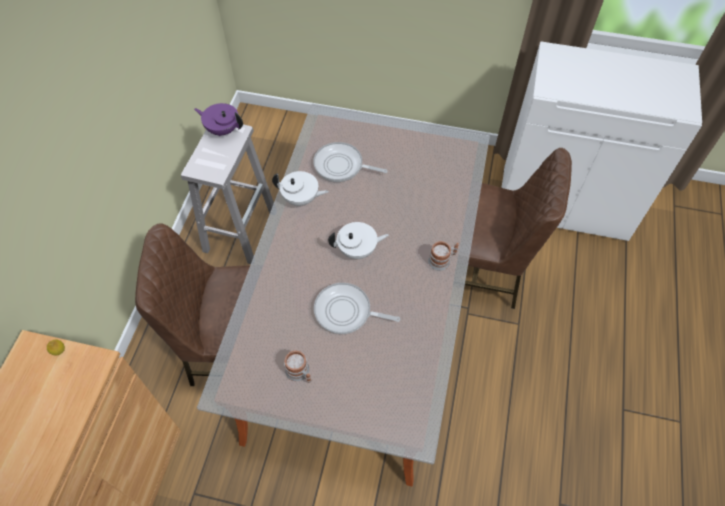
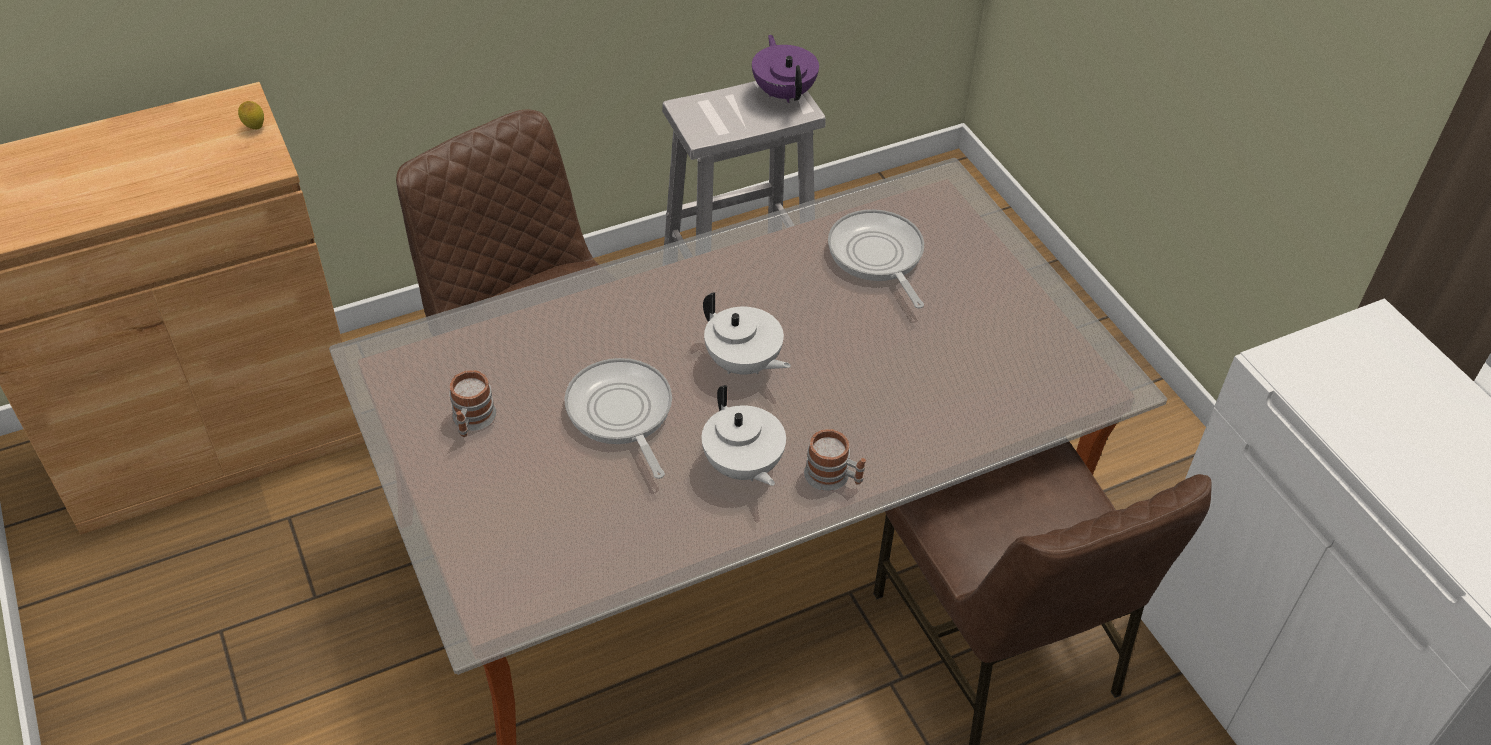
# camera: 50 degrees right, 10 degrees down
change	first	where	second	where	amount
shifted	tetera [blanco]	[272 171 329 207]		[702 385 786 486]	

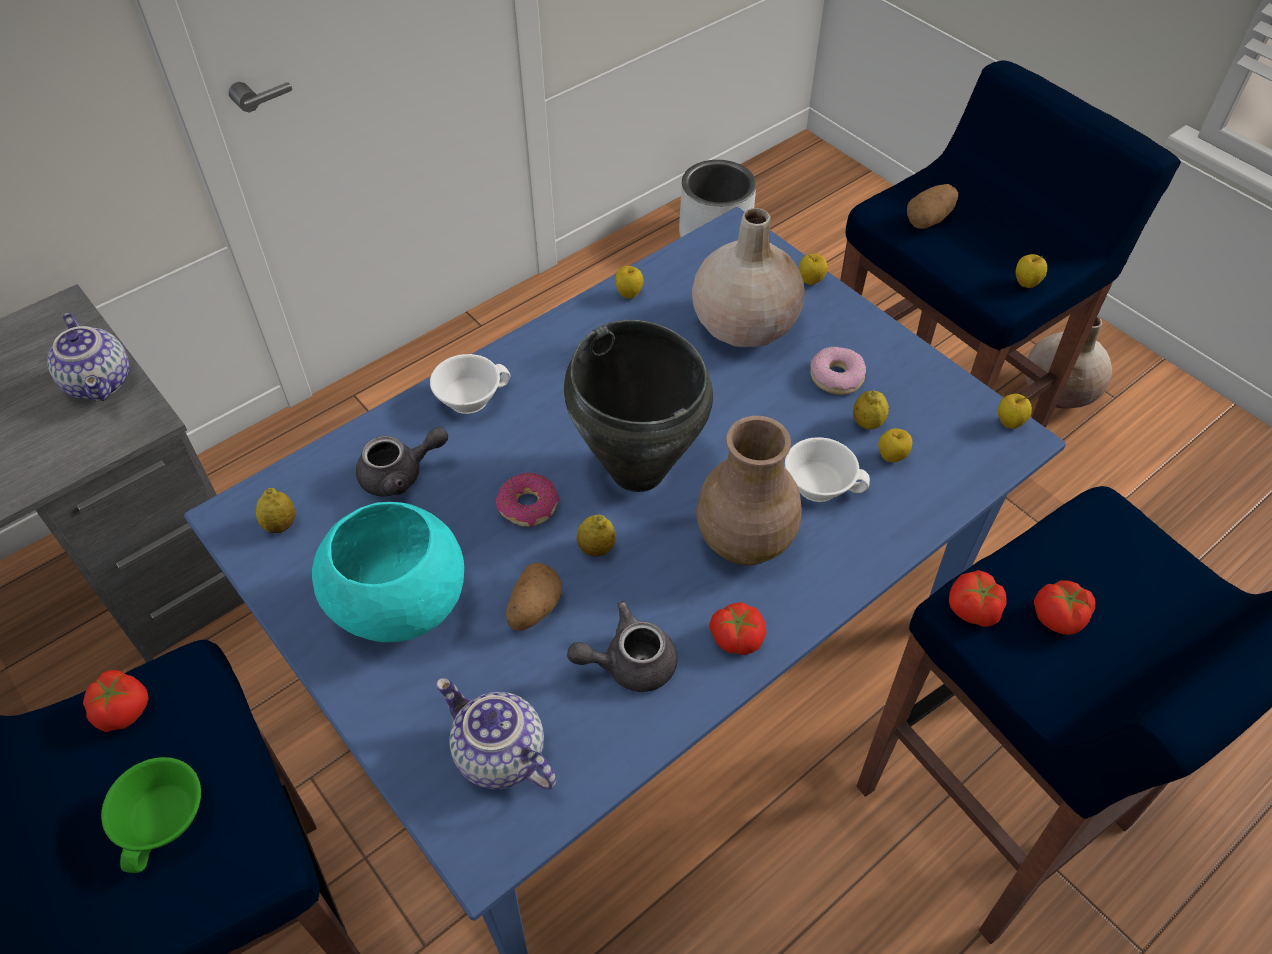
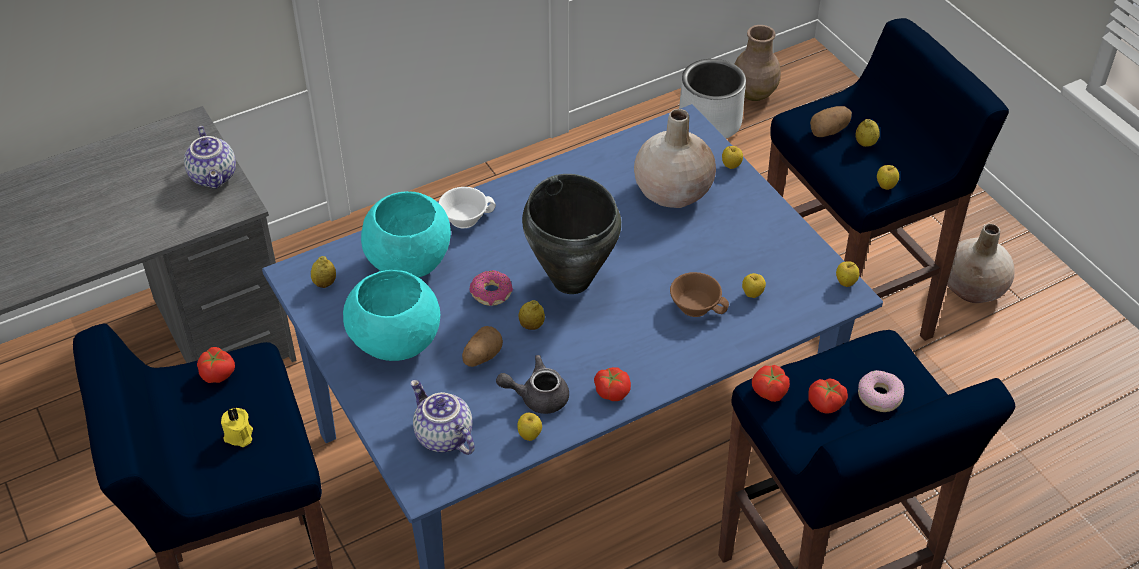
# camera: 10 degrees right, 5 degrees down
change	first	where	second	where	amount
swapped	taza [verde]	[101 757 201 873]	vela [amarillo]	[221 408 253 447]	
swapped	tetera [gris]	[356 427 448 496]	cuenco [turquesa]	[361 191 451 277]	
shifted	manzana	[615 266 644 299]		[517 413 542 441]	
repainted	taza [blanco]	[785 437 870 502]	taza [marrón]	[670 272 729 317]	
shifted	florero [marrón]	[696 416 802 565]		[735 25 781 101]	
shifted	limón	[853 391 889 429]		[856 119 880 147]	
shifted	rosquilla	[810 347 866 395]		[858 370 904 412]	

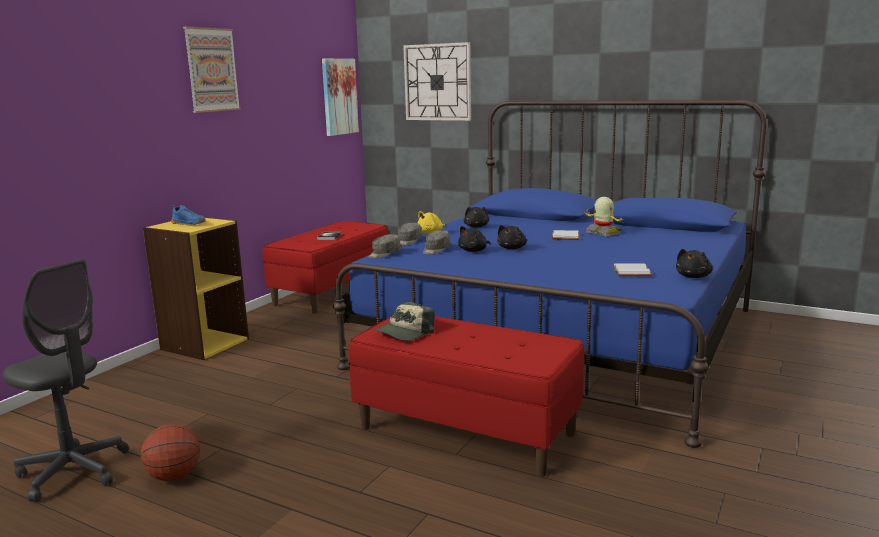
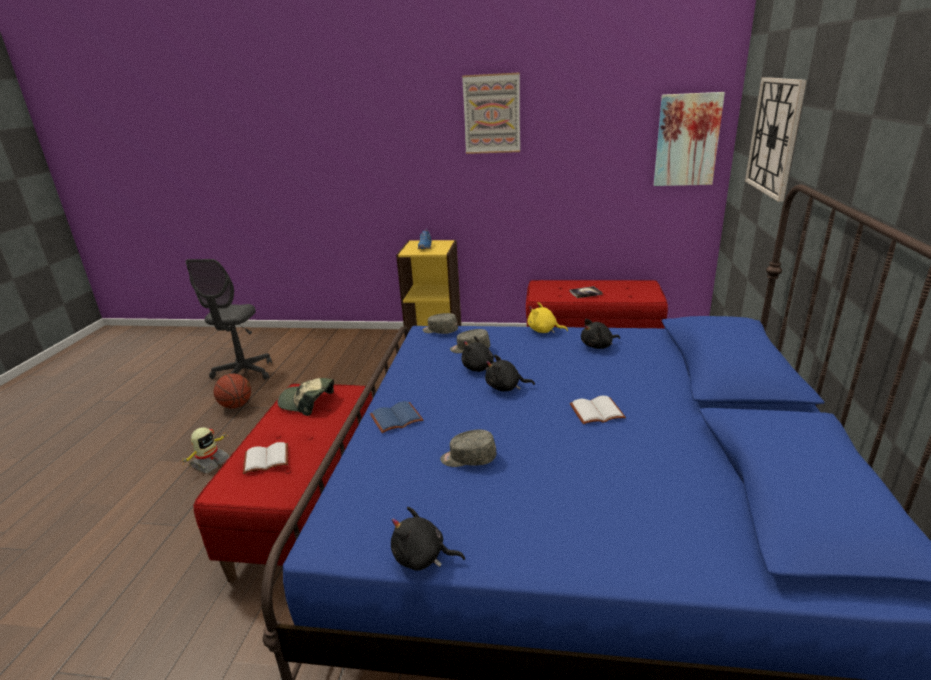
# camera: 70 degrees right, 10 degrees up
change	first	where	second	where	amount
shifted	robot de juguete	[585 197 622 236]		[182 427 230 473]	
shifted	libro [blanco]	[612 264 652 276]		[243 442 288 474]	
new			libro [azul]	[370 401 423 433]	
shifted	gorra [gris]	[398 223 422 246]		[440 430 497 467]	

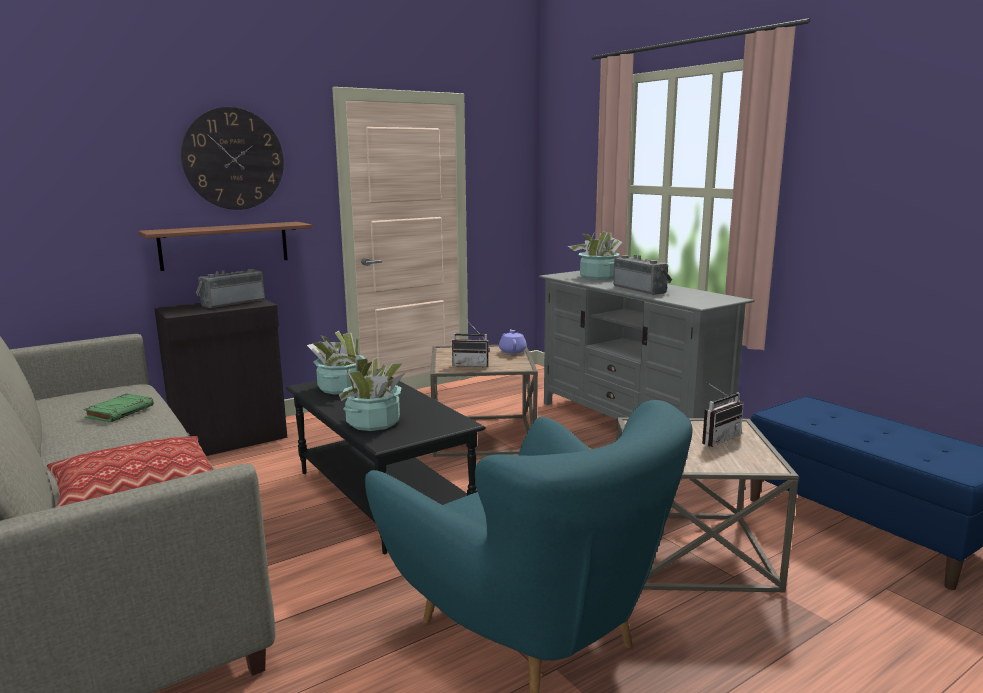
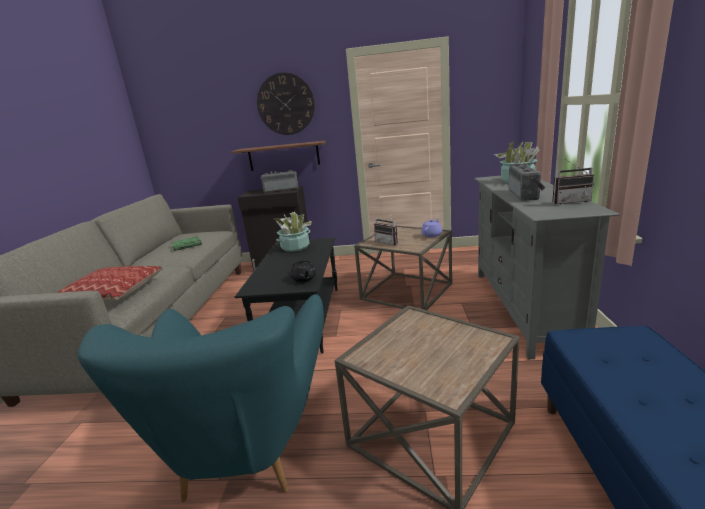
# camera: 40 degrees right, 5 degrees up
change	first	where	second	where	amount
new			tetera [negro]	[291 260 316 282]	
shifted	radio	[702 382 744 447]		[552 160 594 204]	
gone	planta en maceta	[339 357 406 431]			

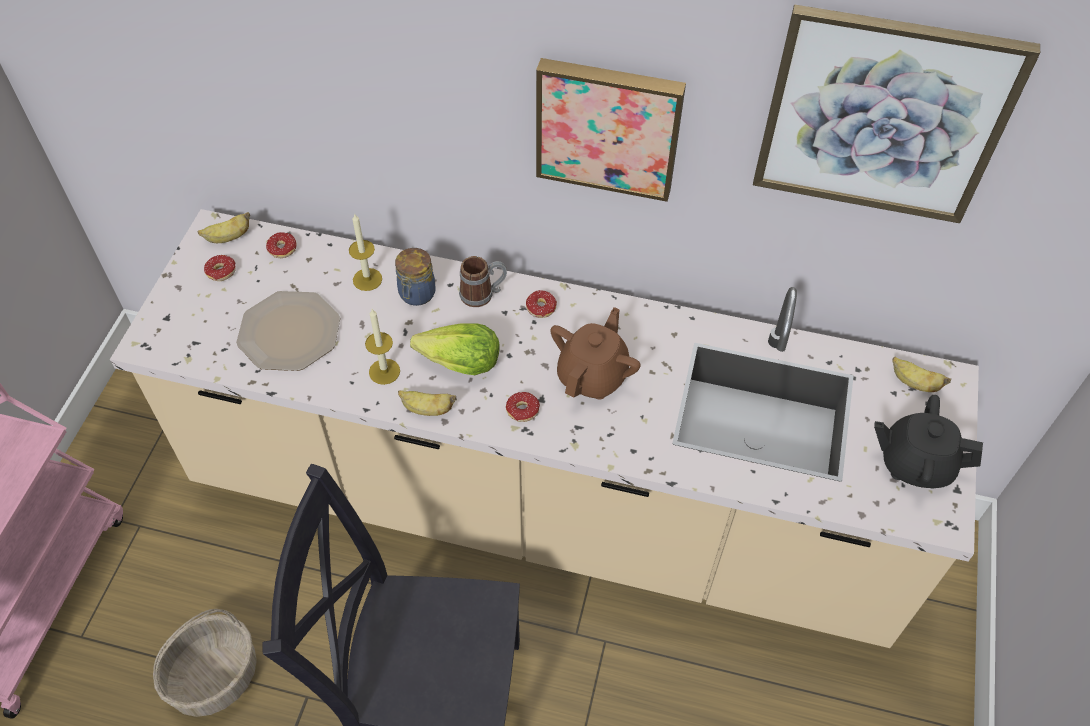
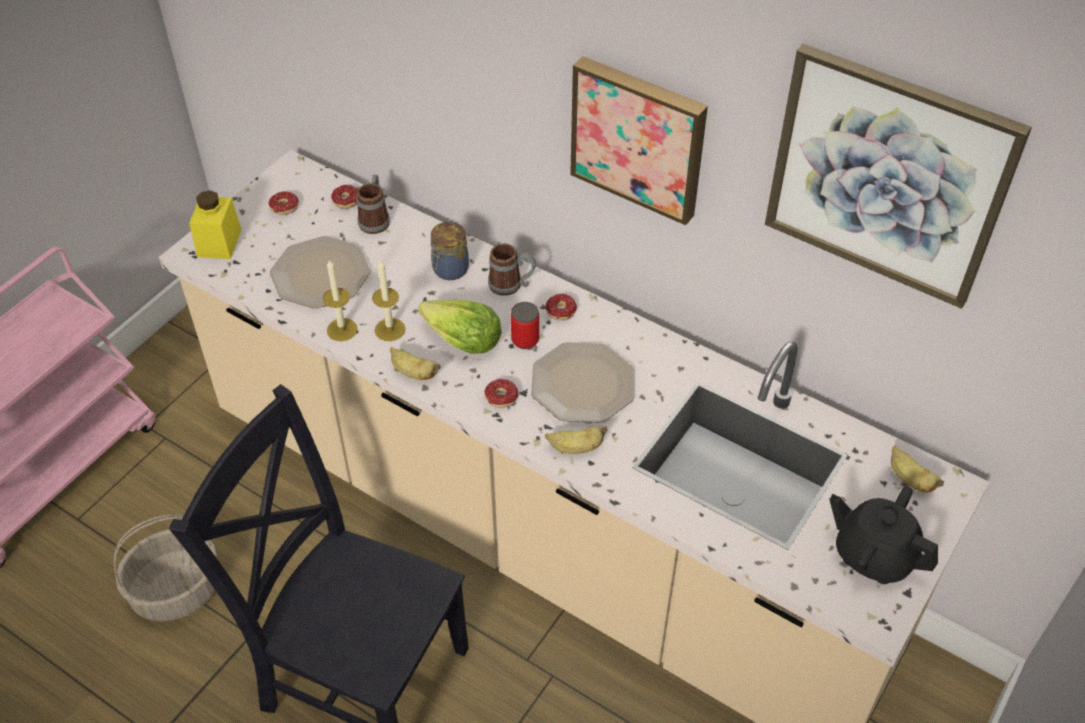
# camera: 20 degrees right, 5 degrees down
change	first	where	second	where	amount
new			tarro [amarillo]	[189 190 242 259]	
shifted	vela	[349 213 382 291]		[323 259 358 341]	
new			taza grande	[357 175 390 234]	
new			lata	[511 302 539 349]	
swapped	tetera [marrón]	[550 307 641 400]	plato	[531 342 634 423]	
shifted	plátano	[197 212 250 243]		[545 426 608 454]	

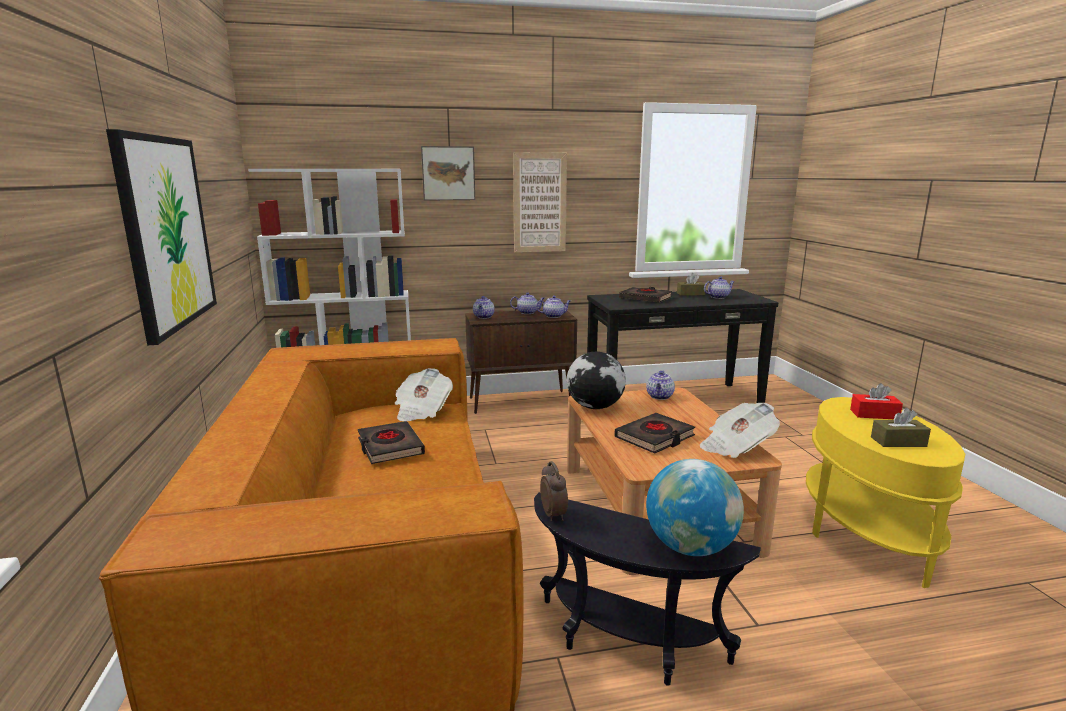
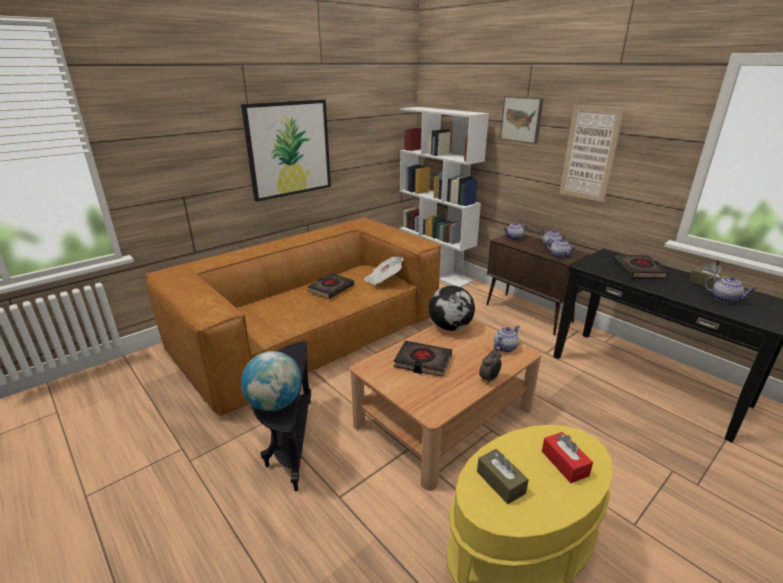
# camera: 60 degrees right, 10 degrees up
change	first	where	second	where	amount
shifted	despertador	[540 461 568 521]		[479 349 501 385]	
rotated	tetera	[646 370 675 400]		[494 326 519 352]	150 degrees clockwise
gone	periódico	[700 403 780 458]			

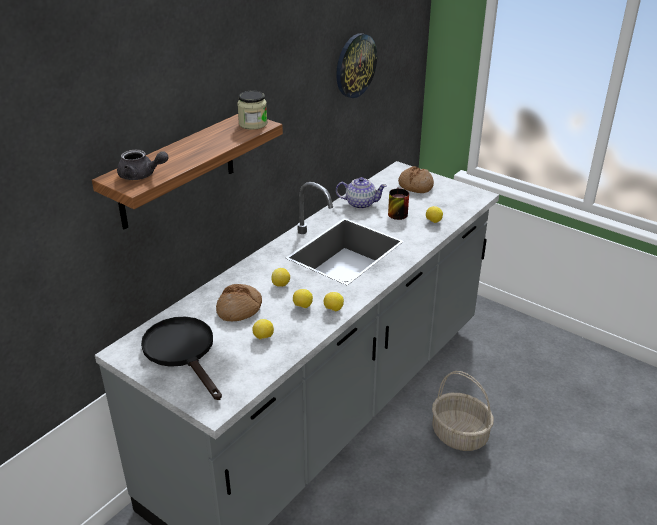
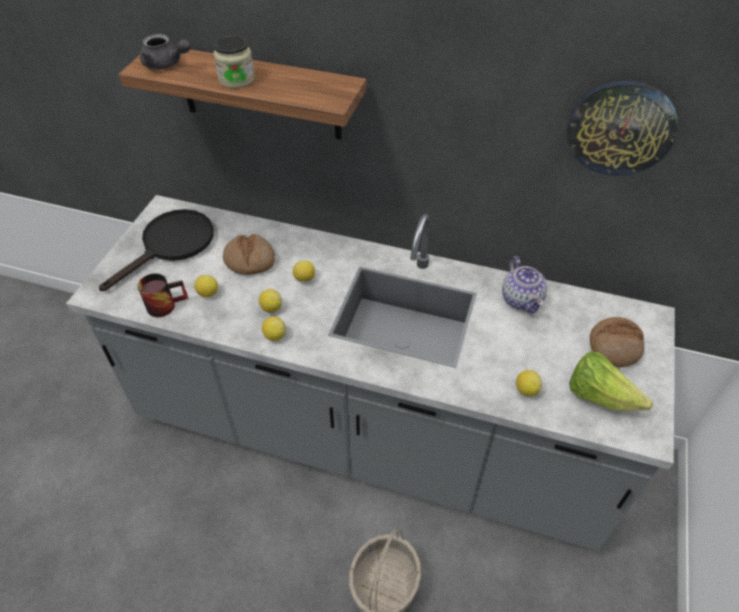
# camera: 70 degrees right, 15 degrees up
change	first	where	second	where	amount
shifted	taza grande	[388 187 409 220]		[138 273 188 317]	
rotated	tetera [gris]	[117 150 168 180]		[140 34 191 69]	60 degrees counterclockwise
shifted	tarro	[237 91 267 130]		[213 35 255 88]	
new			lechuga	[569 351 653 411]	

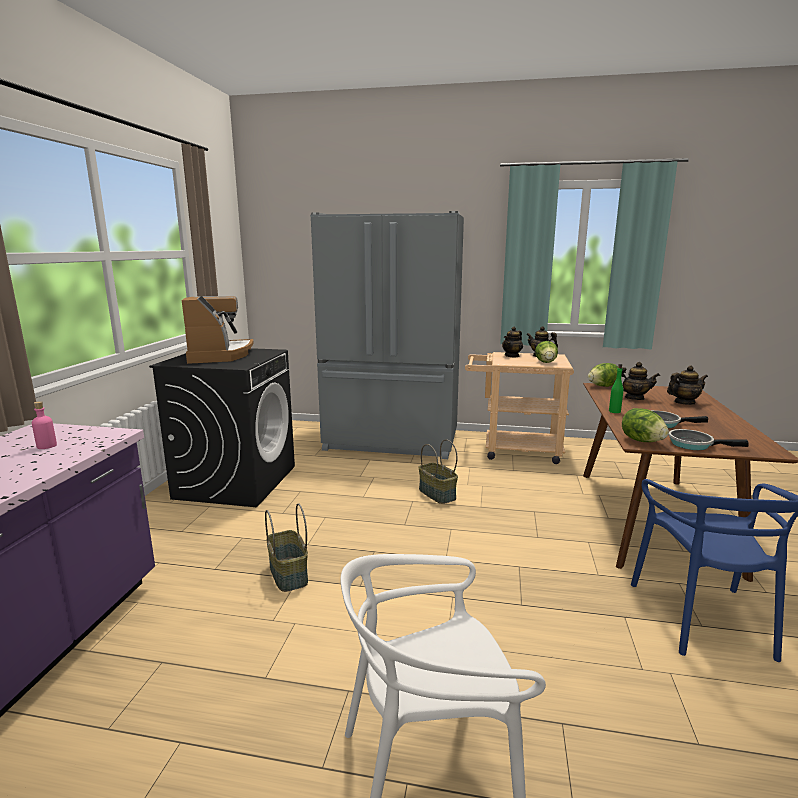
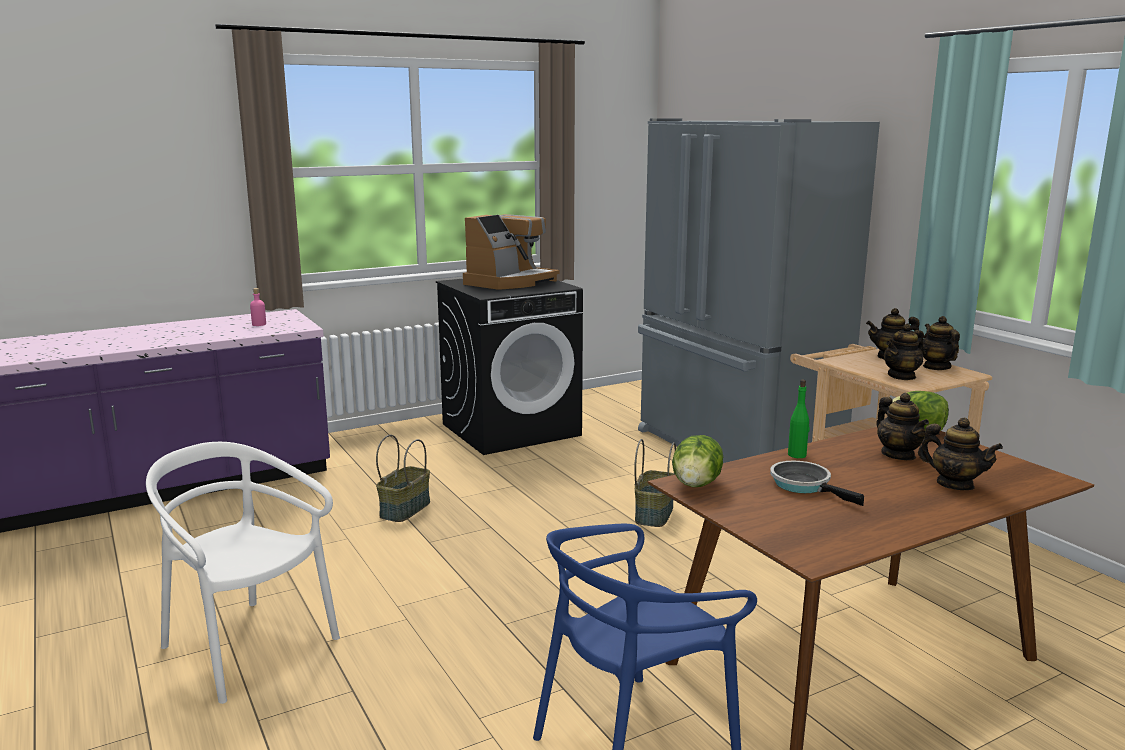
# camera: 50 degrees right, 0 degrees up
change	first	where	second	where	amount
swapped	lechuga	[535 341 558 363]	tetera	[884 324 924 380]	
gone	sartén	[668 429 749 450]			

